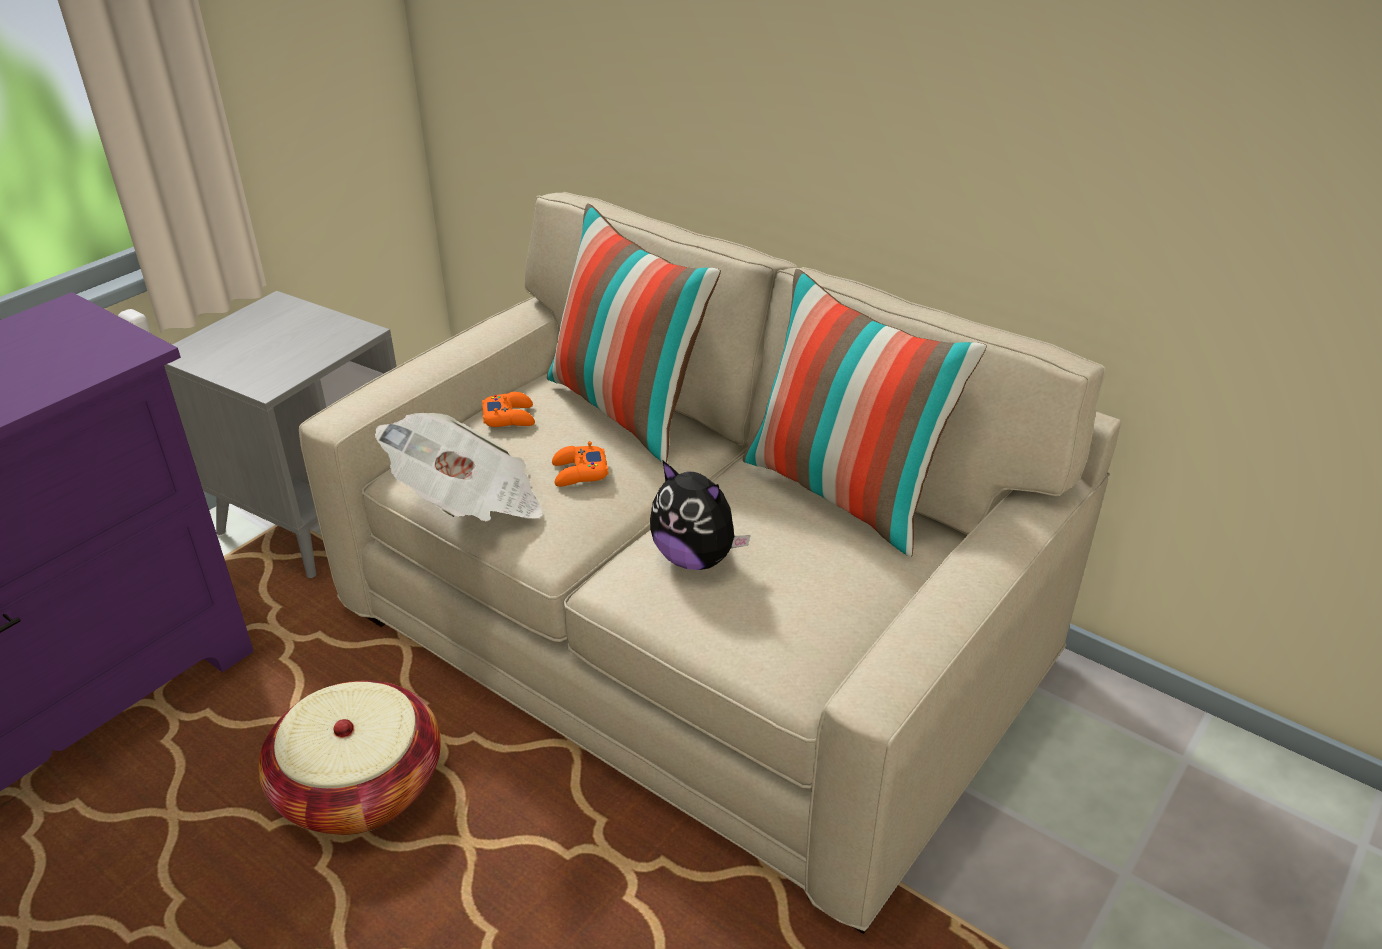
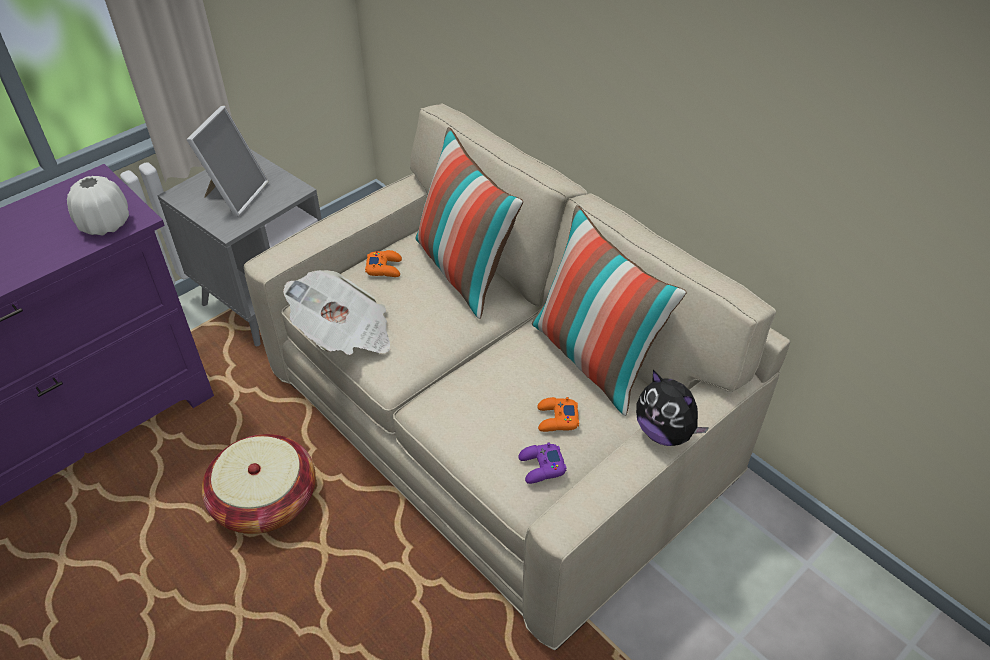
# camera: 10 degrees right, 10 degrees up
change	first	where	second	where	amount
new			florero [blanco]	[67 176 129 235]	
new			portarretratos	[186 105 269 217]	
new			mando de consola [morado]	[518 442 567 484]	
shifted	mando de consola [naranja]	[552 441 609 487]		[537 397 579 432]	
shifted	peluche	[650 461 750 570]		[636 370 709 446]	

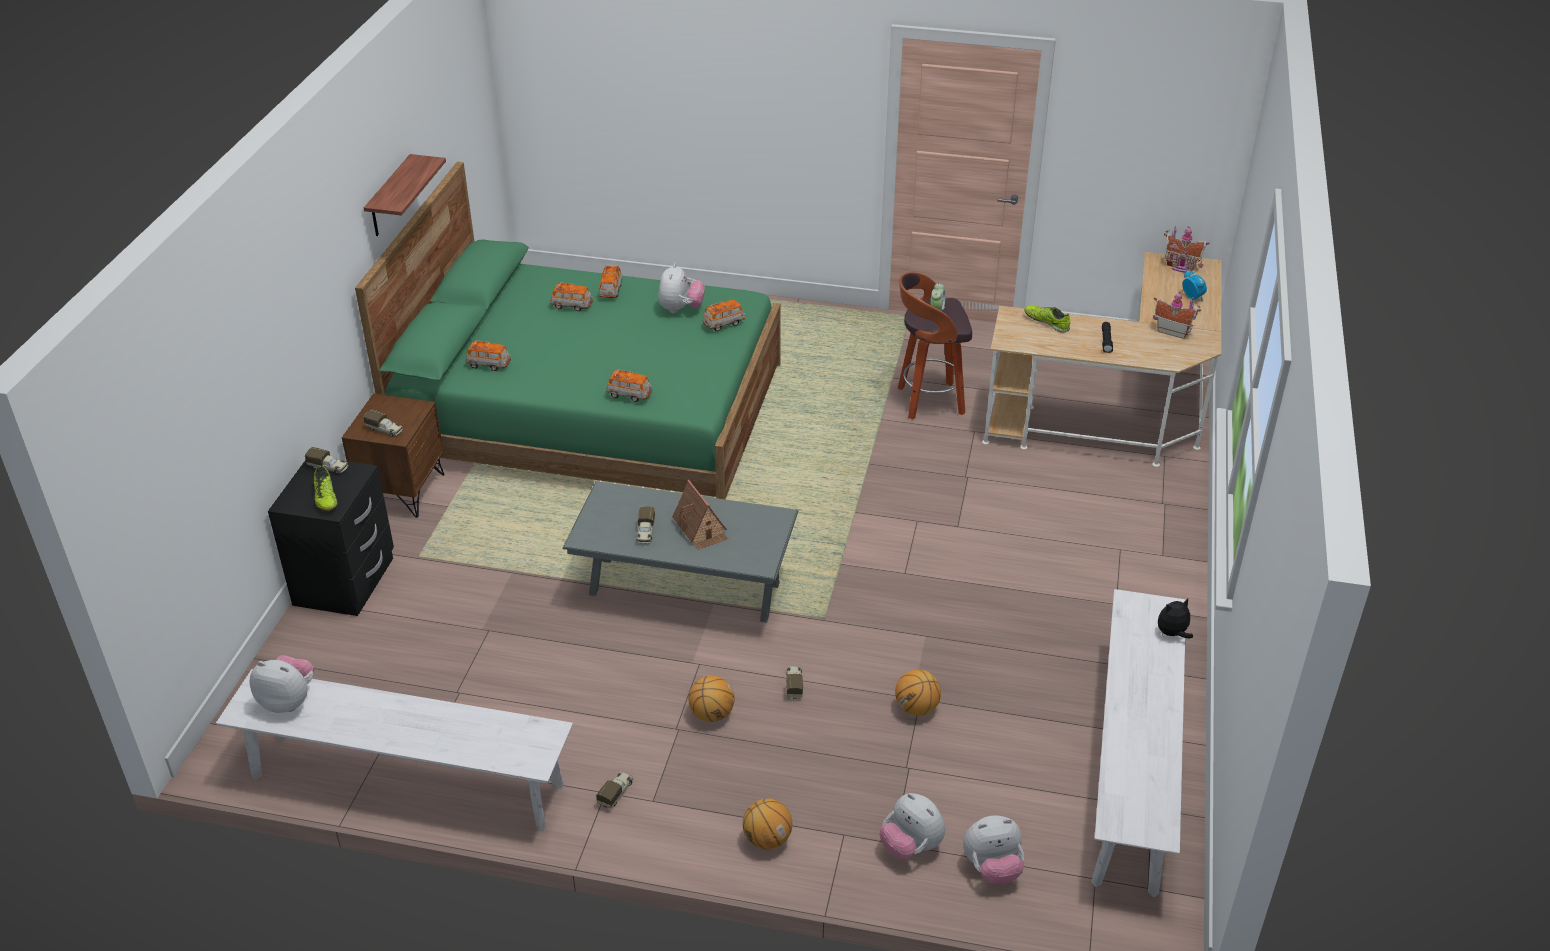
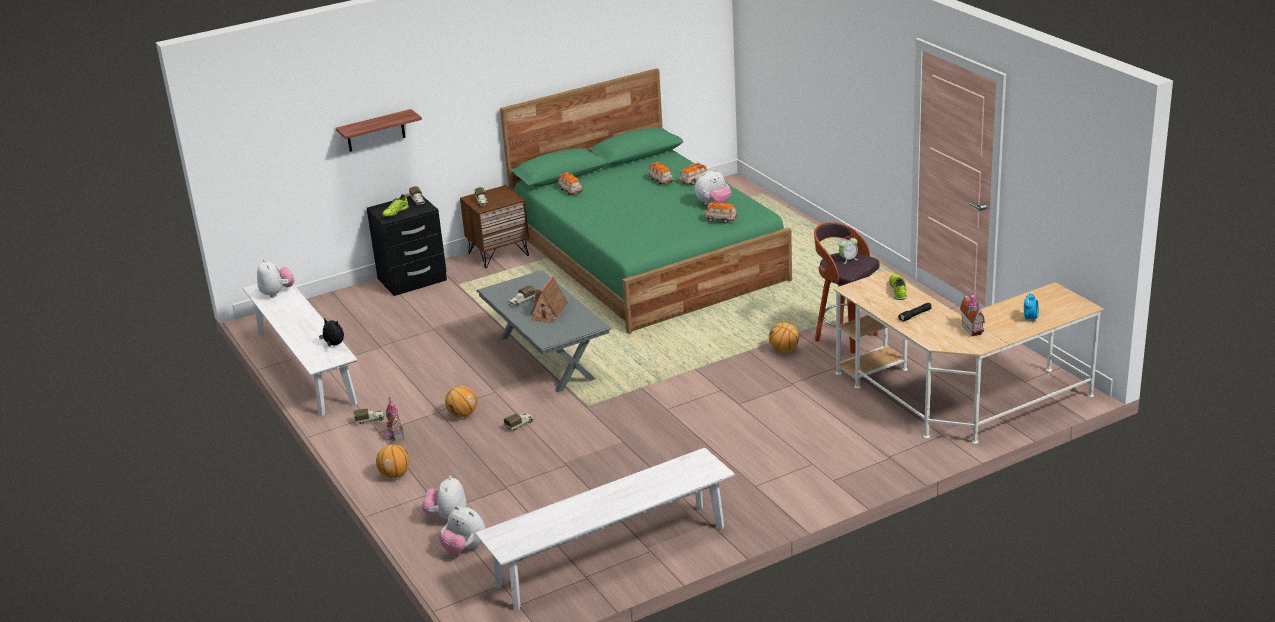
# camera: 50 degrees right, 10 degrees down
change	first	where	second	where	amount
shifted	peluche	[1158 598 1193 639]		[319 318 344 347]	
shifted	estante	[364 154 446 236]		[336 109 422 152]	
shifted	casita	[1164 225 1210 273]		[386 397 404 441]	
shifted	balón de baloncesto	[895 669 941 716]		[769 322 799 353]	
gone	coche de juguete	[606 369 652 402]			

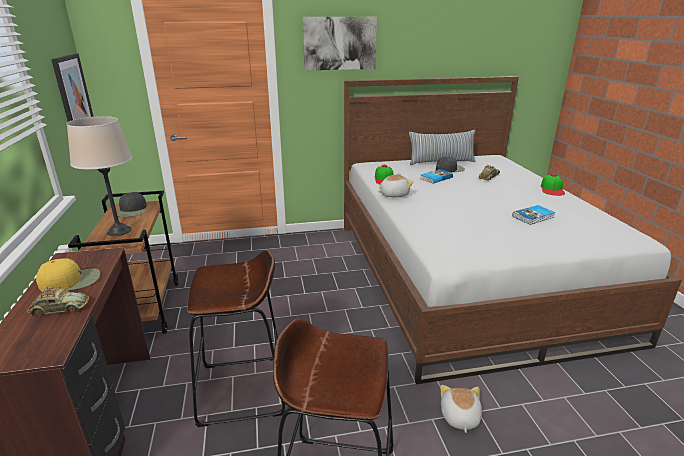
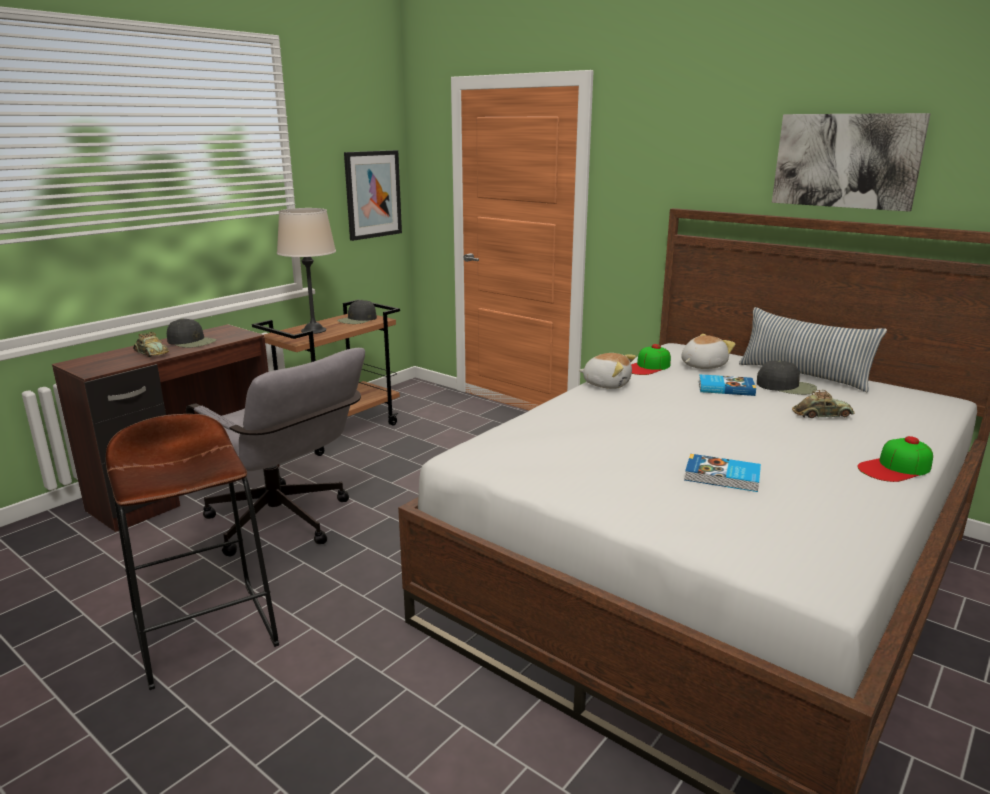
# camera: 50 degrees right, 5 degrees down
change	first	where	second	where	amount
repainted	gorra [amarillo]	[36 258 100 292]	gorra [negro]	[167 318 216 348]	
swapped	taburete [marrón]	[187 250 285 427]	silla de oficina [gris]	[186 348 365 556]	
shifted	peluche	[440 385 482 433]		[681 334 735 369]	
shifted	cuadro	[303 17 377 70]		[772 113 931 212]	

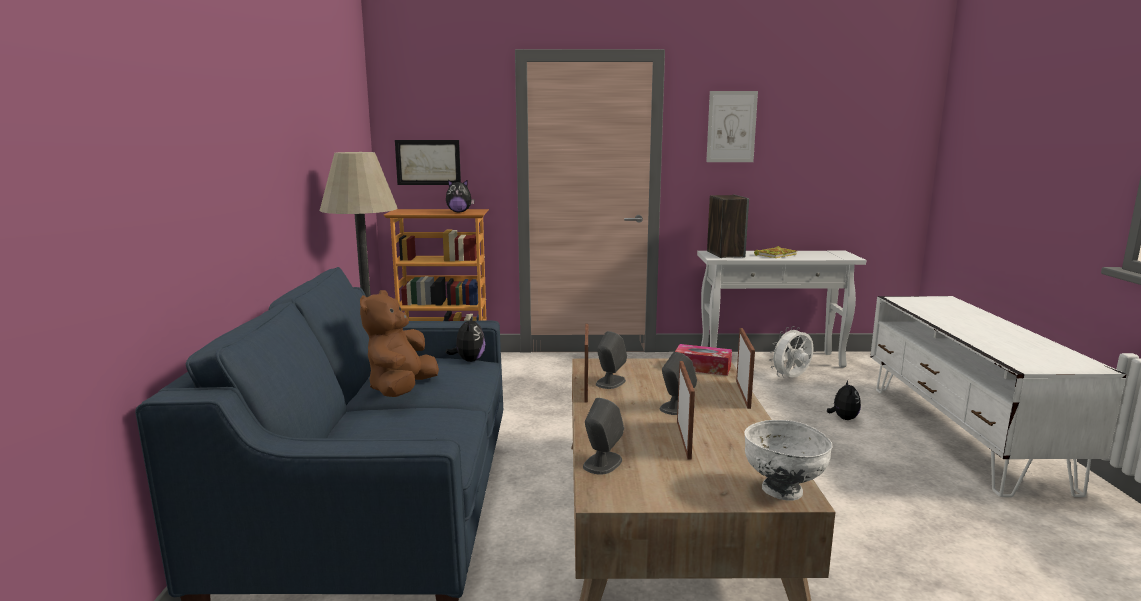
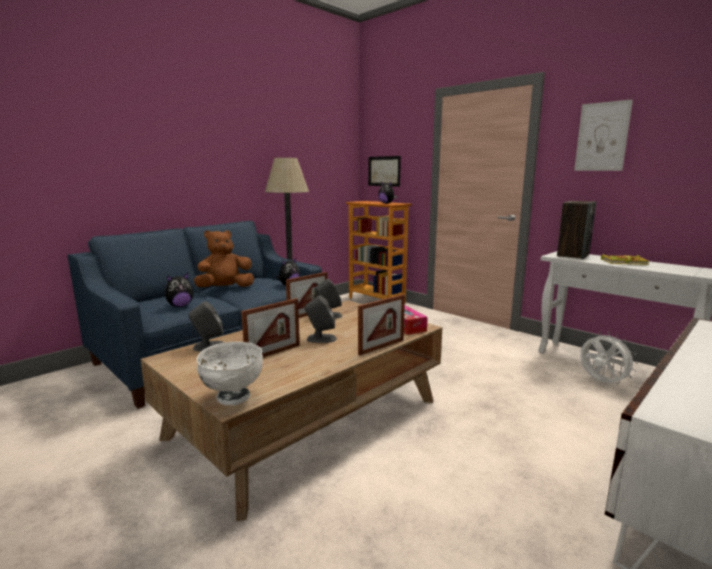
# camera: 45 degrees right, 0 degrees up
change	first	where	second	where	amount
shifted	peluche	[827 380 861 420]		[165 273 193 307]	
rotated	ventilador [blanco]	[769 326 814 378]		[580 332 638 384]	45 degrees clockwise

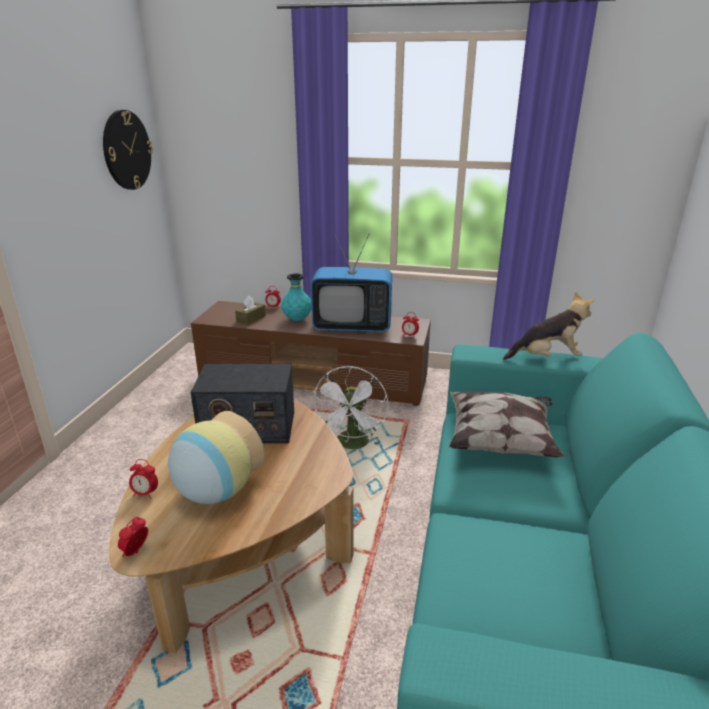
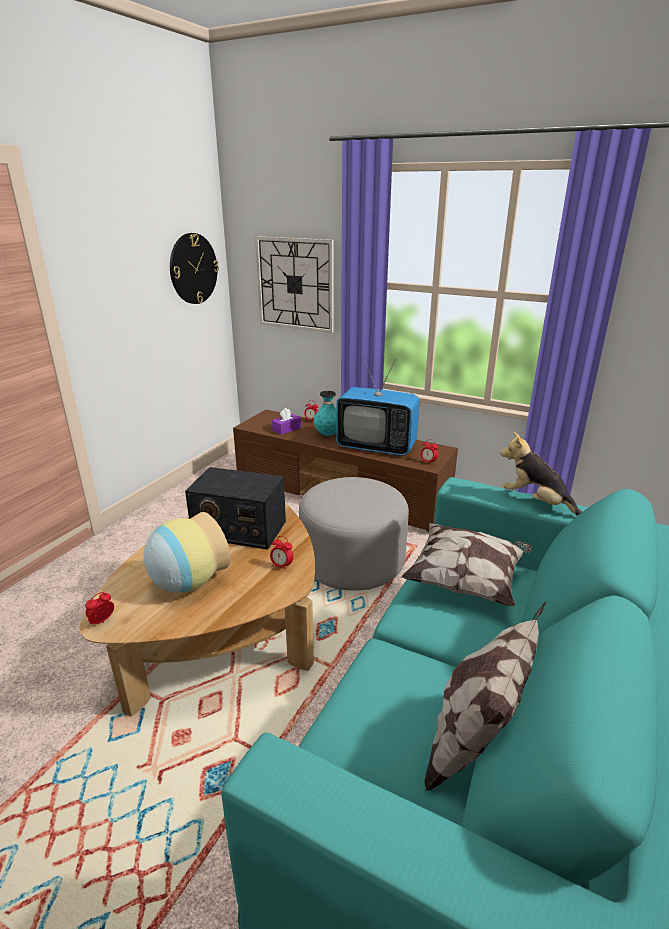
# camera: 15 degrees right, 0 degrees up
change	first	where	second	where	amount
new			reloj de pared	[255 236 334 333]	
shifted	despertador	[129 459 158 499]		[270 536 293 570]	
repainted	caja de pañuelos [marrón]	[235 296 266 325]	caja de pañuelos [morado]	[272 408 301 435]	
swapped	ventilador [blanco]	[313 366 388 449]	puf [gris]	[299 477 409 591]	
new			cojín	[424 601 547 792]	
rotated	peluche	[503 292 594 360]		[500 432 583 516]	150 degrees counterclockwise

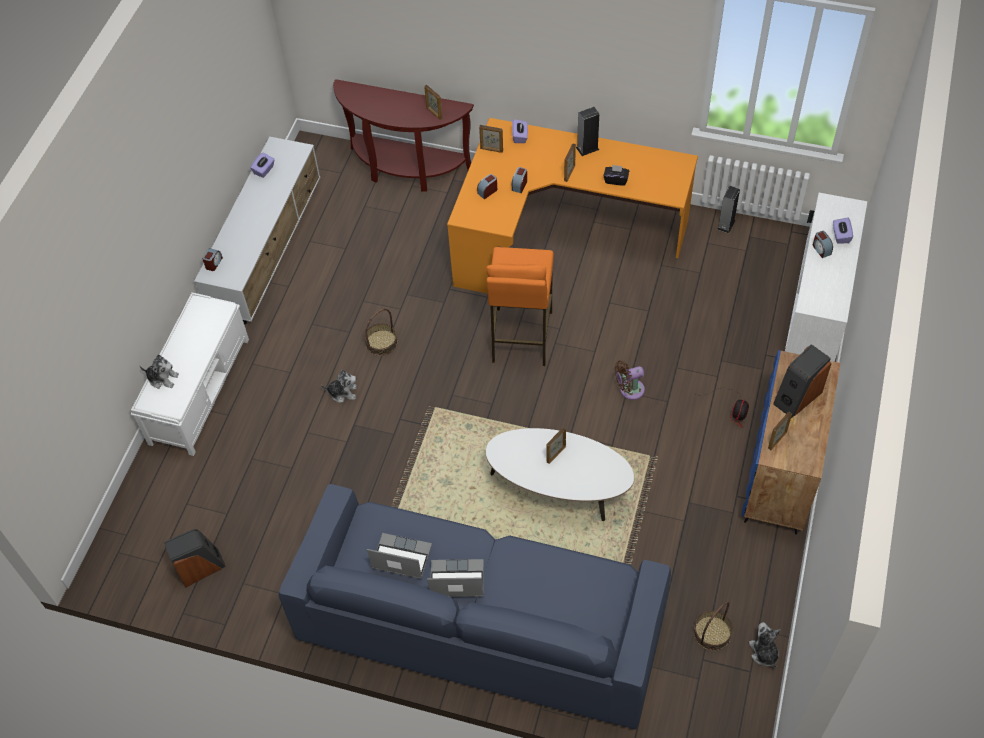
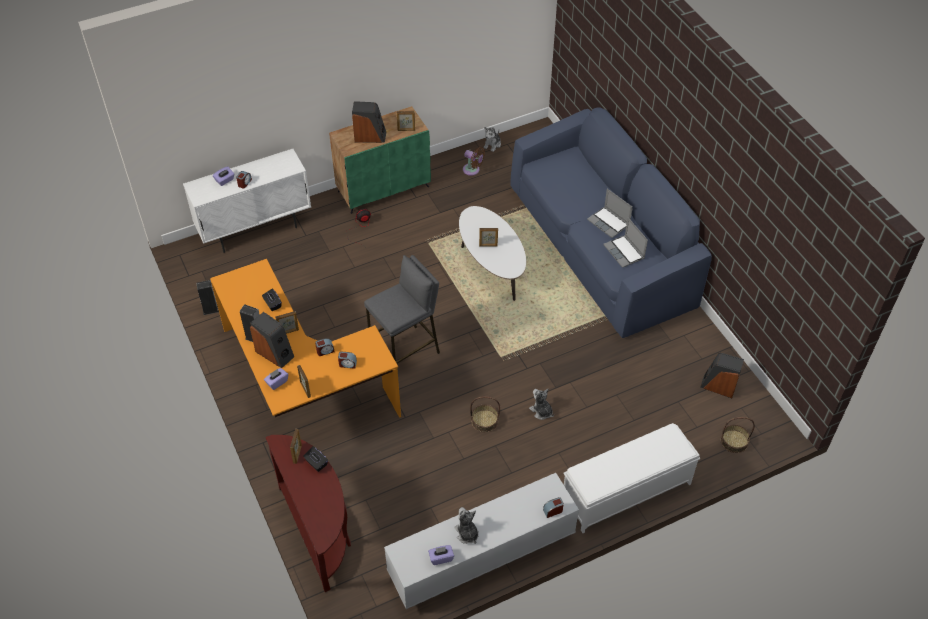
# camera: 135 degrees left, 5 degrees down
change	first	where	second	where	amount
new			altavoz	[250 312 294 368]	
new			caja de pañuelos [negro]	[303 446 328 472]	
repainted	armario [azul]	[742 350 841 535]	armario [verde]	[329 106 431 214]	
repainted	taburete [naranja]	[486 247 554 366]	taburete [gris]	[364 255 440 364]	
shifted	peluche	[140 354 179 389]		[454 507 479 544]	
shifted	ventilador [marrón]	[615 361 645 400]		[463 147 485 176]	
shifted	cesta	[694 601 733 651]		[721 417 755 453]	

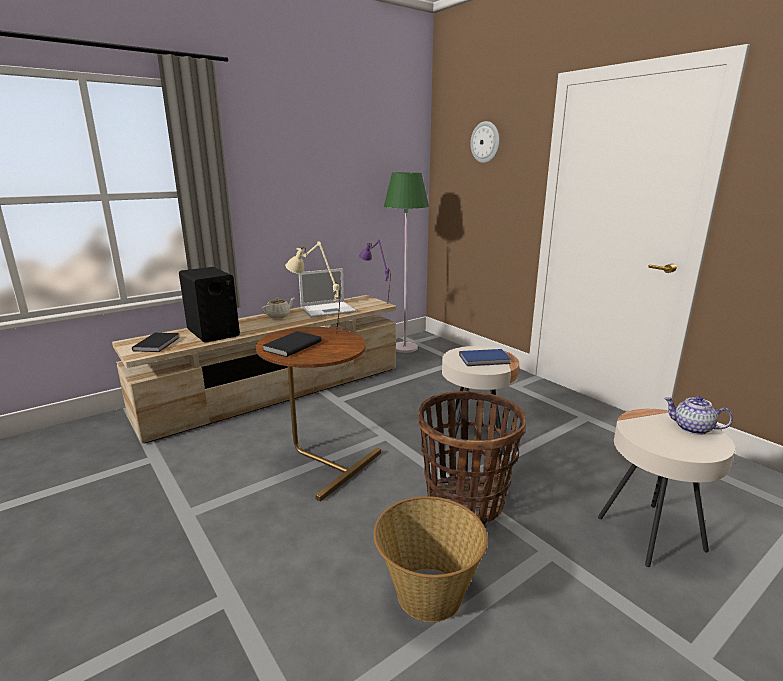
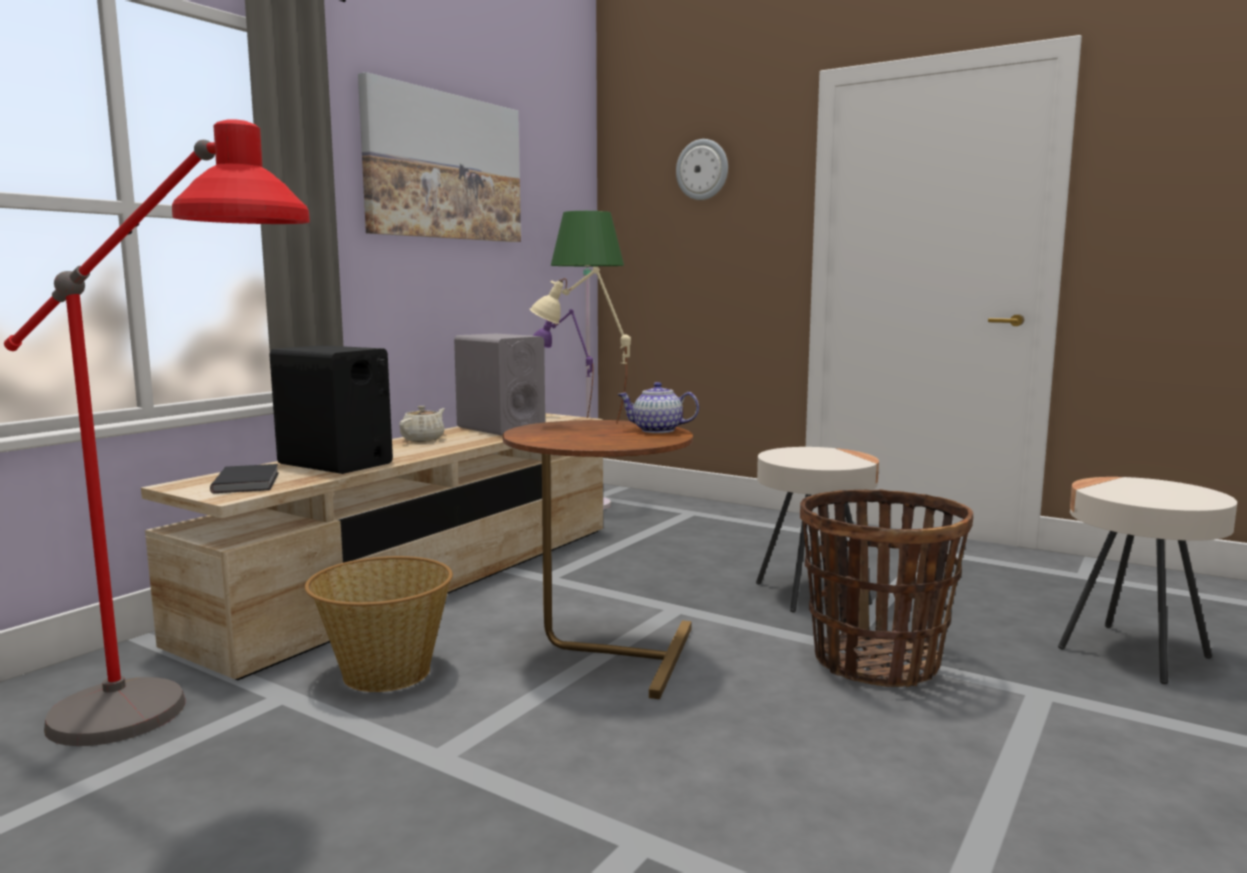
# camera: 20 degrees left, 10 degrees down
change	first	where	second	where	amount
new			lámpara de pie [rojo]	[4 119 310 746]	
shifted	cesta	[373 496 488 622]		[305 556 453 692]	
new			cuadro	[358 72 521 242]	
swapped	portátil	[299 268 356 318]	altavoz [gris]	[454 334 545 436]	
shifted	tetera	[664 396 733 435]		[617 382 699 433]	
gone	libro [negro]	[262 331 321 357]			
gone	libro [azul]	[459 349 511 366]			

